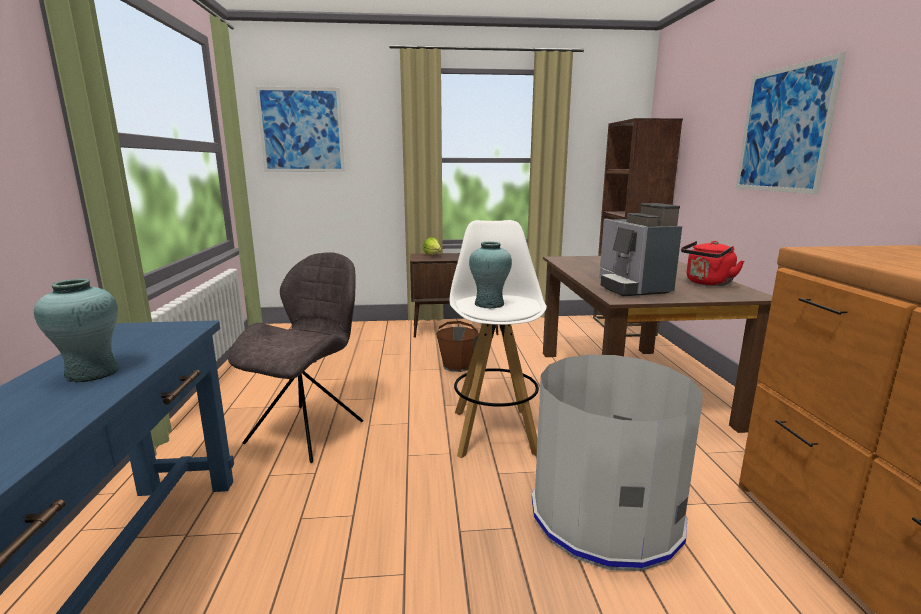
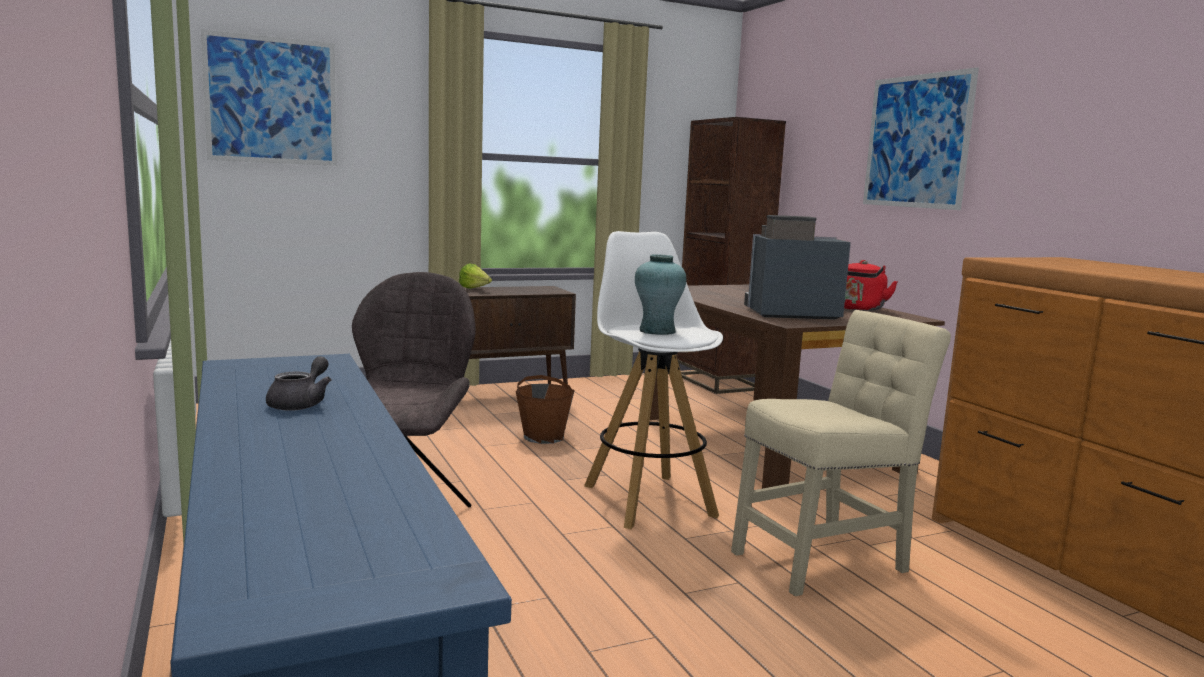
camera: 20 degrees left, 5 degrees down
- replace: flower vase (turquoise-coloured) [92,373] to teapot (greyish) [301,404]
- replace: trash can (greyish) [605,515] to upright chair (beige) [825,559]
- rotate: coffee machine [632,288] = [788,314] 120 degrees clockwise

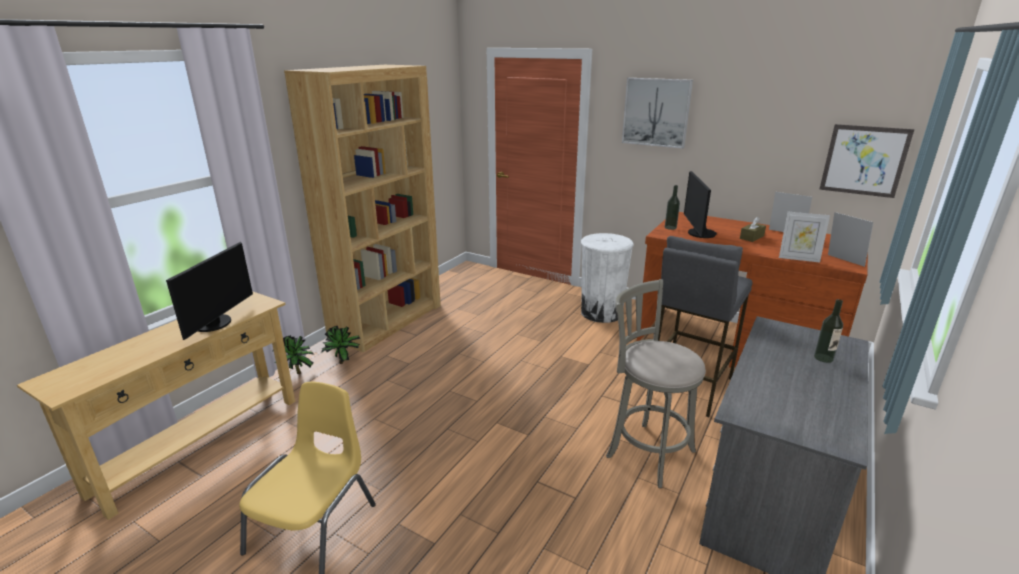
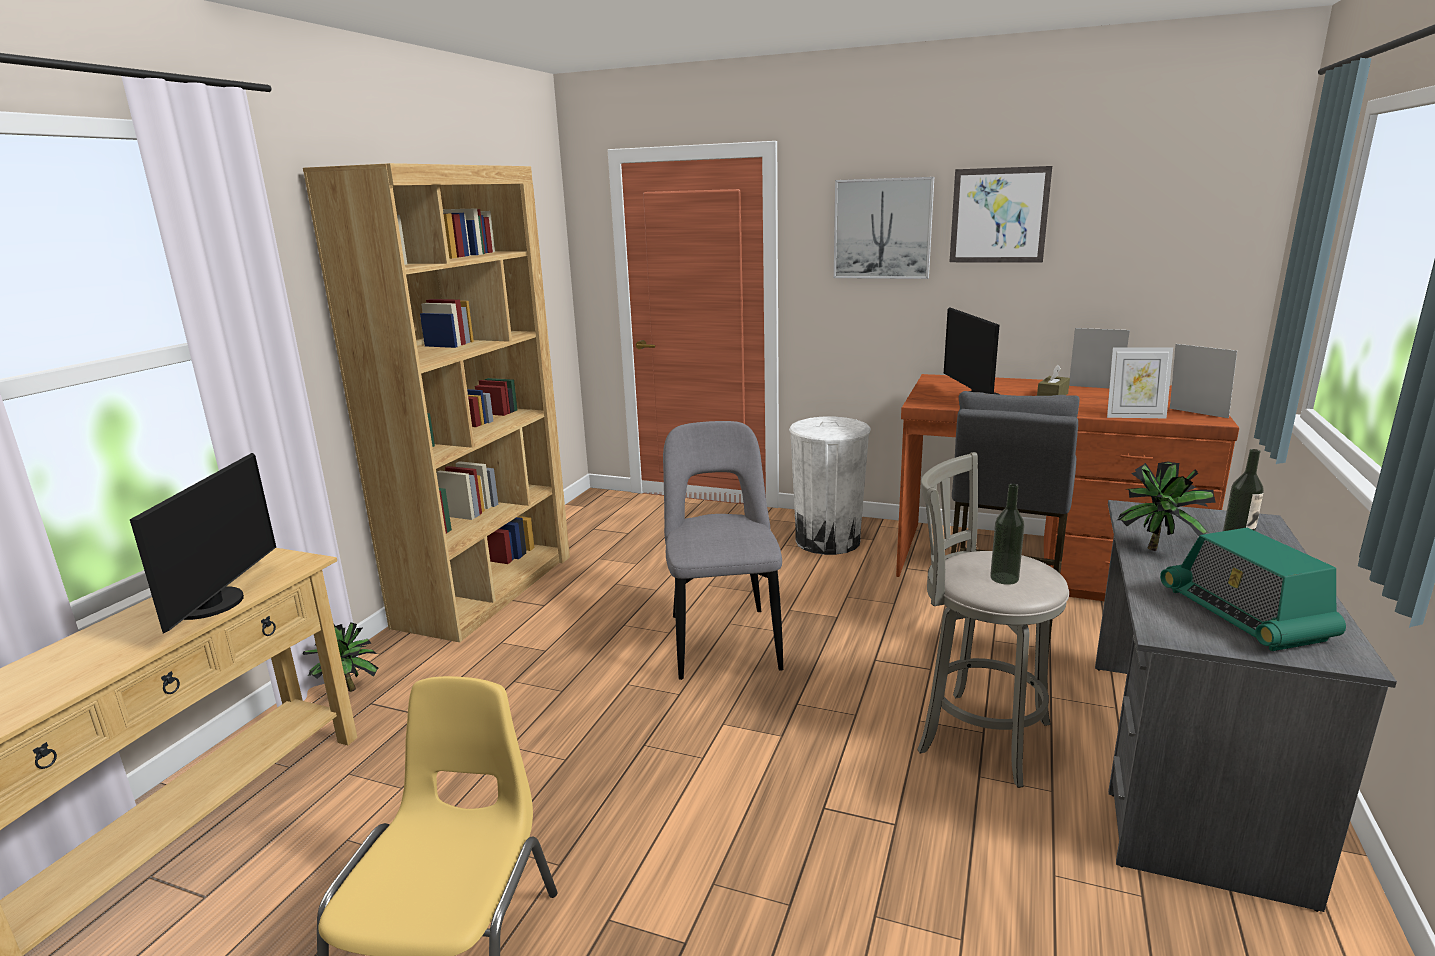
camera: 10 degrees left, 5 degrees down
- insert: upright chair (greyish) [723,639]
- insert: radio receiver [1244,615]
- move: houseplant [344,363] to [1158,549]
- move: beverage bottle [670,227] to [1004,578]
- move: wall art [864,160] to [999,215]

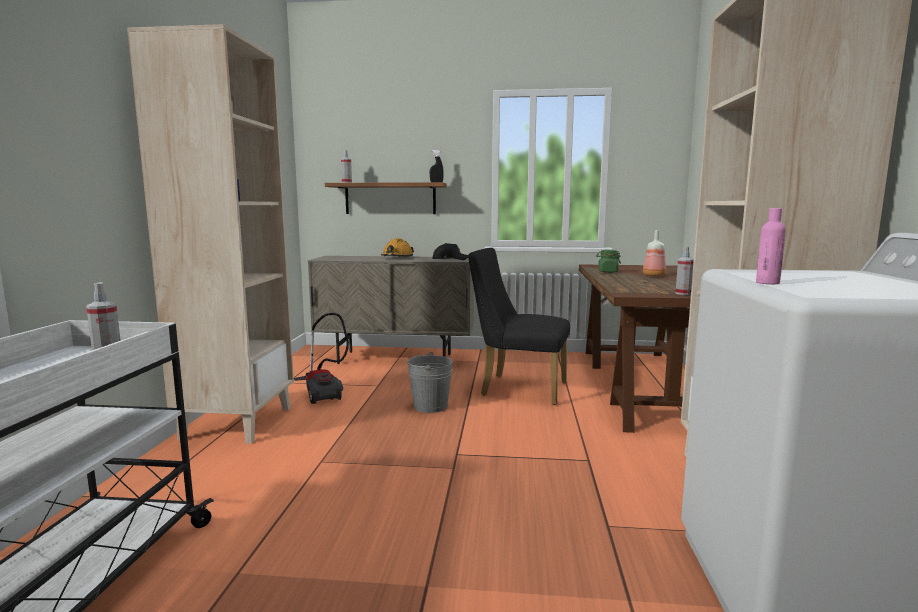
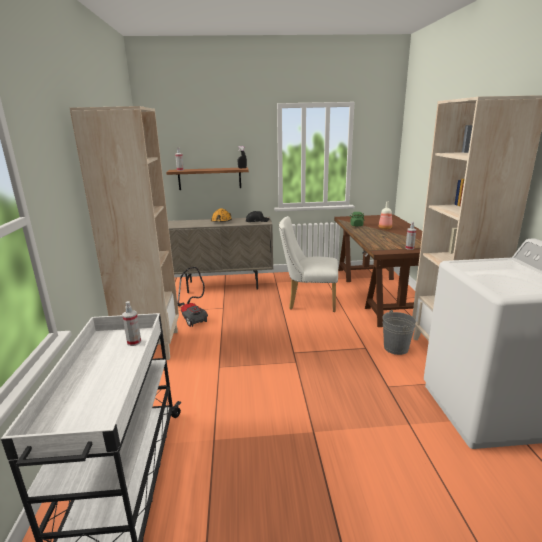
camera: 10 degrees left, 10 degrees up
- delete: beverage bottle (pink) [767,283]
- move: water bucket (greyish) [430,406] to [396,348]
- recolor: upright chair (black) [517,388] to upright chair (whitish) [308,302]

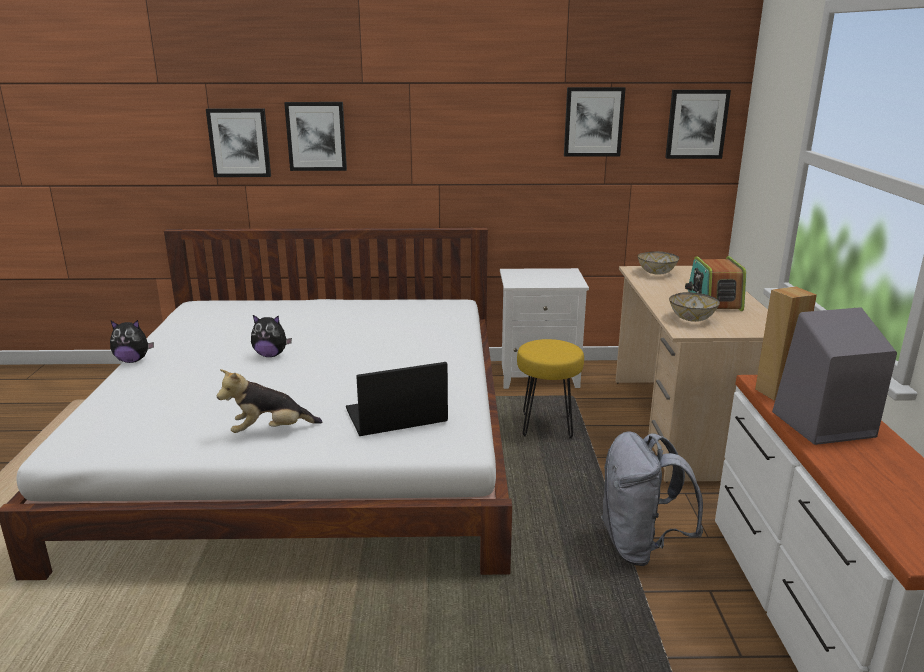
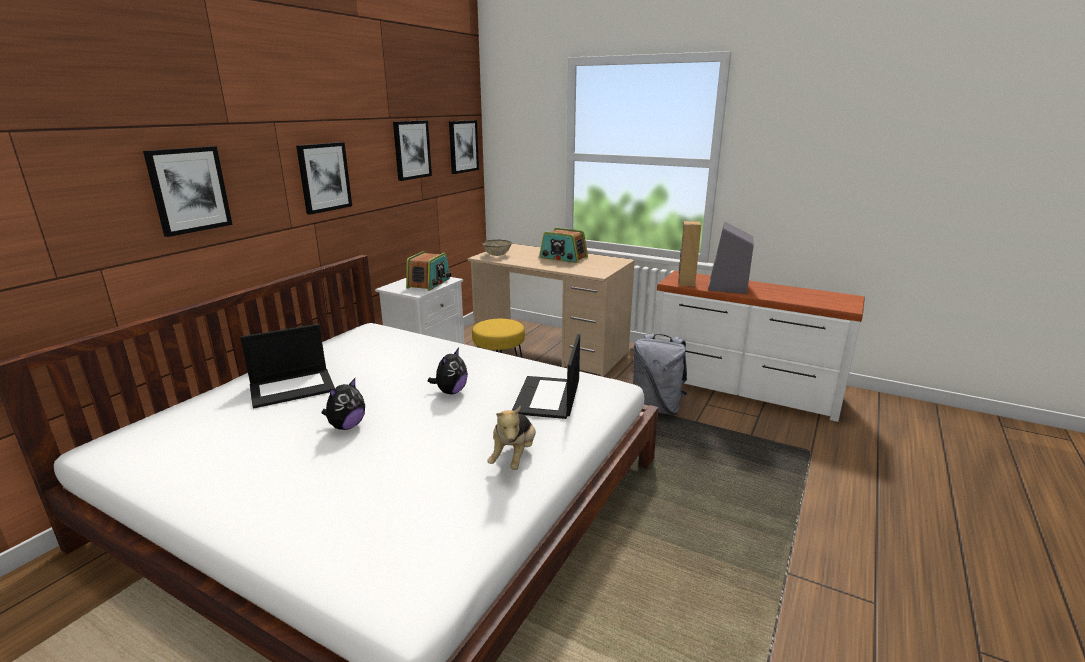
camera: 60 degrees left, 0 degrees up
- delete: deep dish [692,319]
- insert: notebook computer [293,387]
- insert: radio receiver [429,283]
- move: plush toy [133,360] to [451,391]
- move: wall art [239,142] to [324,177]

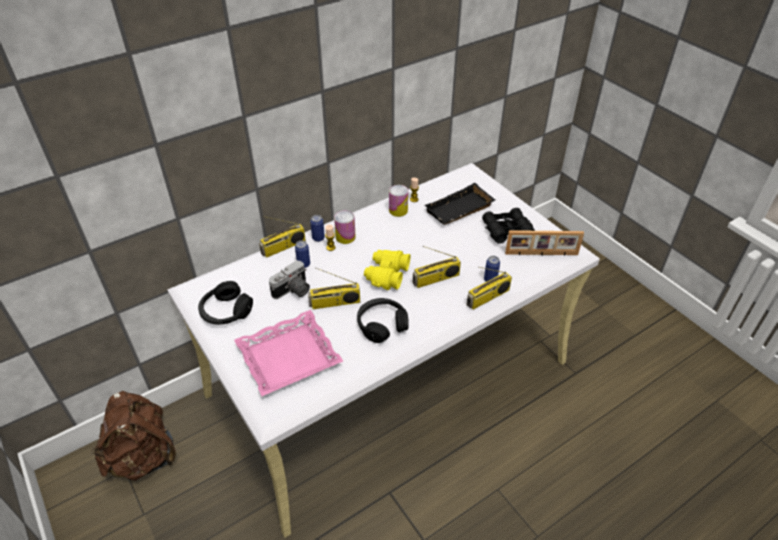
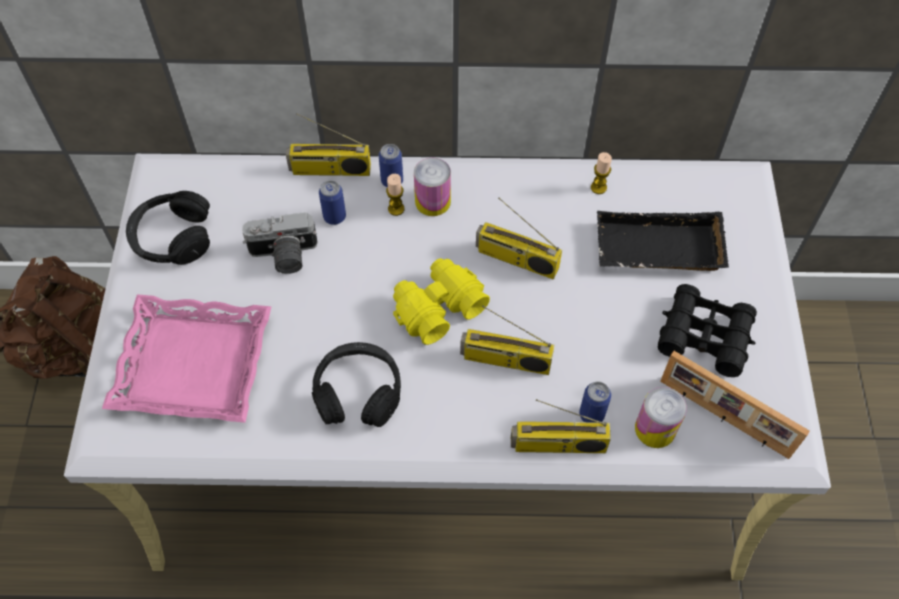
camera: 35 degrees right, 15 degrees up
- move: radio receiver [334,303] to [516,260]
- move: can [398,210] to [655,429]

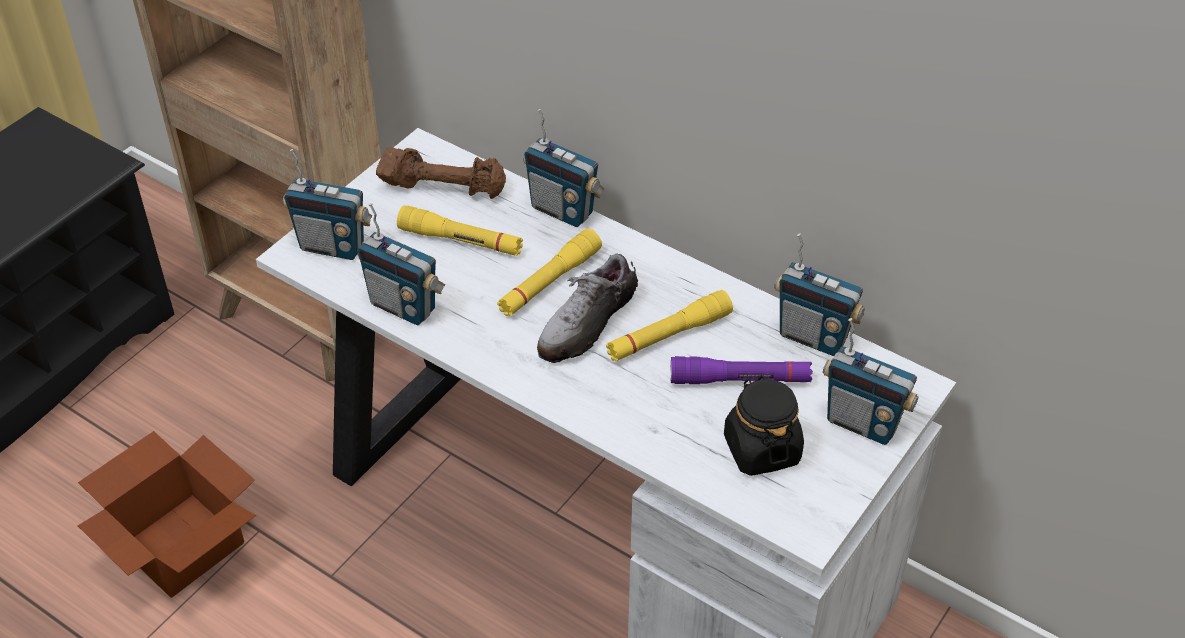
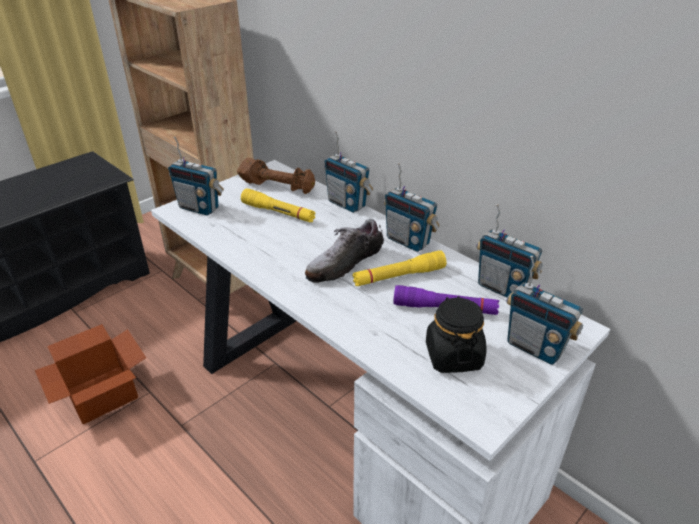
camera: 10 degrees right, 10 degrees down
- delete: flashlight (yellowish) [549,282]
- move: radio receiver [403,306] to [408,241]

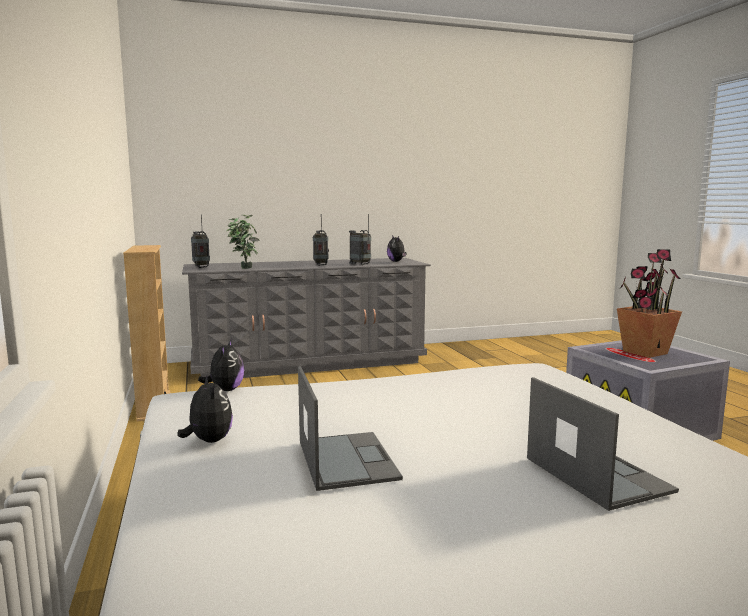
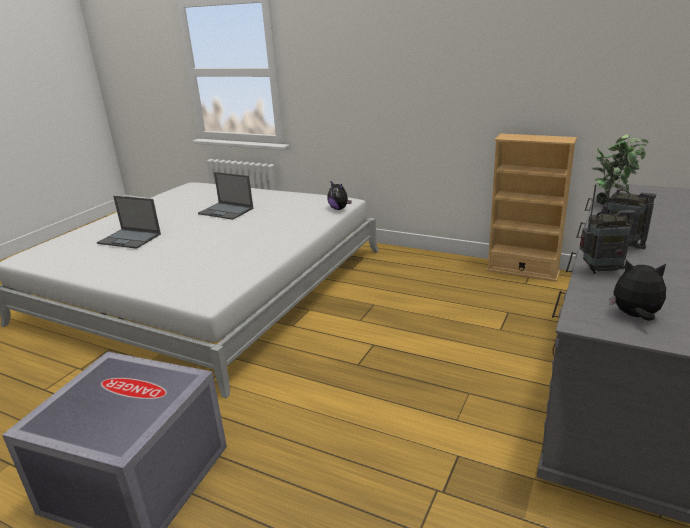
camera: 135 degrees right, 15 degrees up
- delete: plush toy [208,441]
- delete: radio receiver [201,267]
- delete: houseplant [644,352]

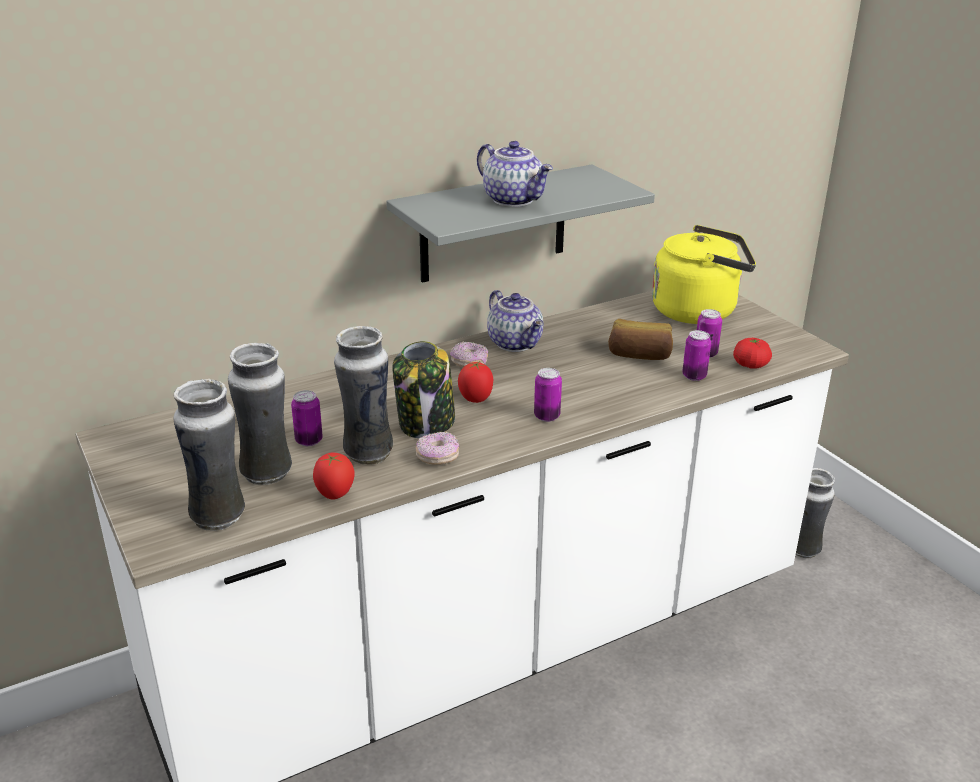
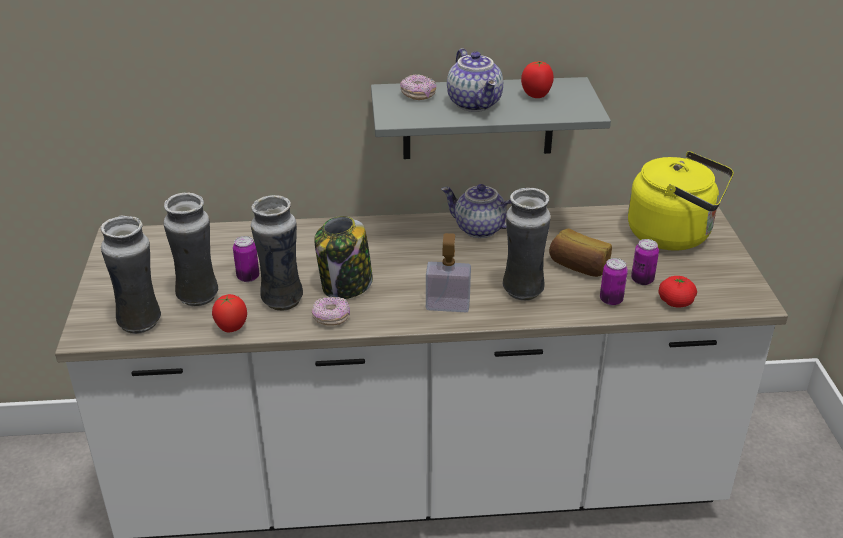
camera: 25 degrees right, 5 degrees up
- move: doughnut [469,363] to [418,95]
- move: fresh tomato [476,399] to [536,96]
- move: flower vase [803,550] to [522,291]
- replace: can [547,416] to liquid soap bottle [447,305]
- rotate: teapot [516,343] = [478,229] 120 degrees clockwise

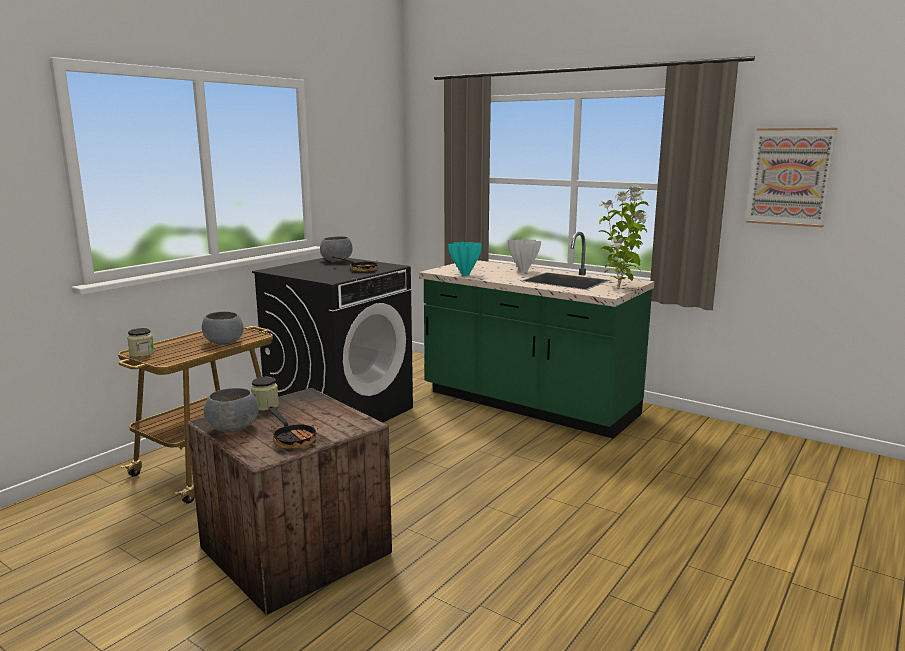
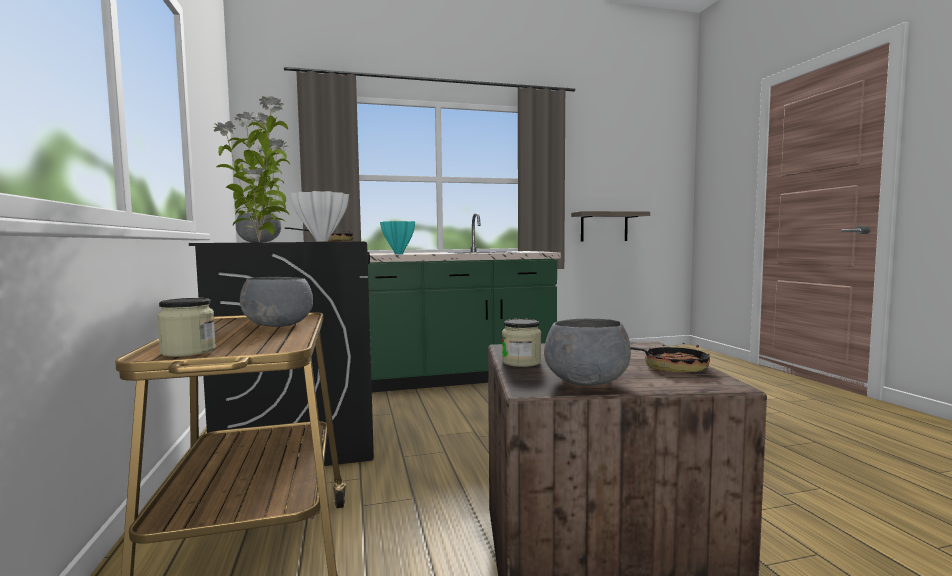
camera: 50 degrees left, 10 degrees down
- delete: wall art [790,177]
- insert: bracket shelf [604,227]
- move: flower vase (whitish) [524,271] to [323,241]
- move: houseplant [620,287] to [260,242]

